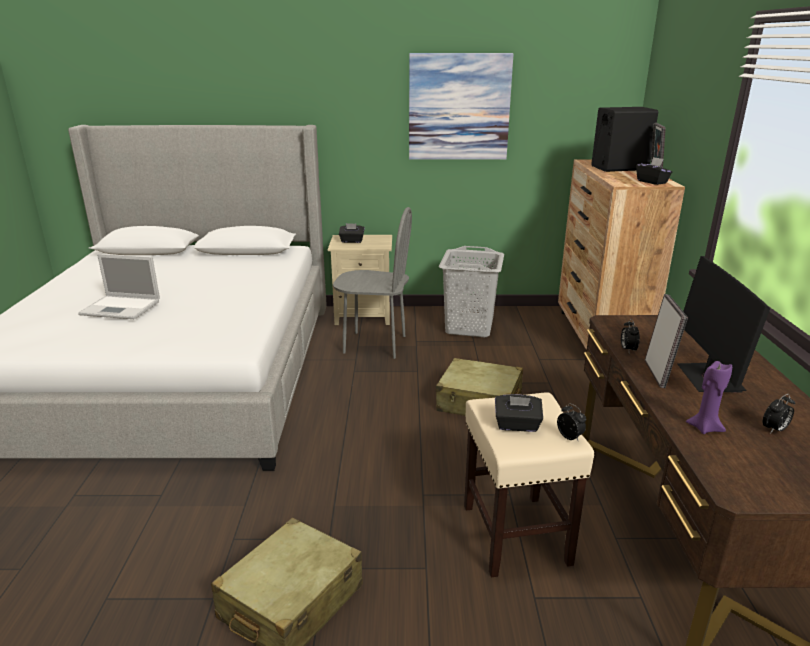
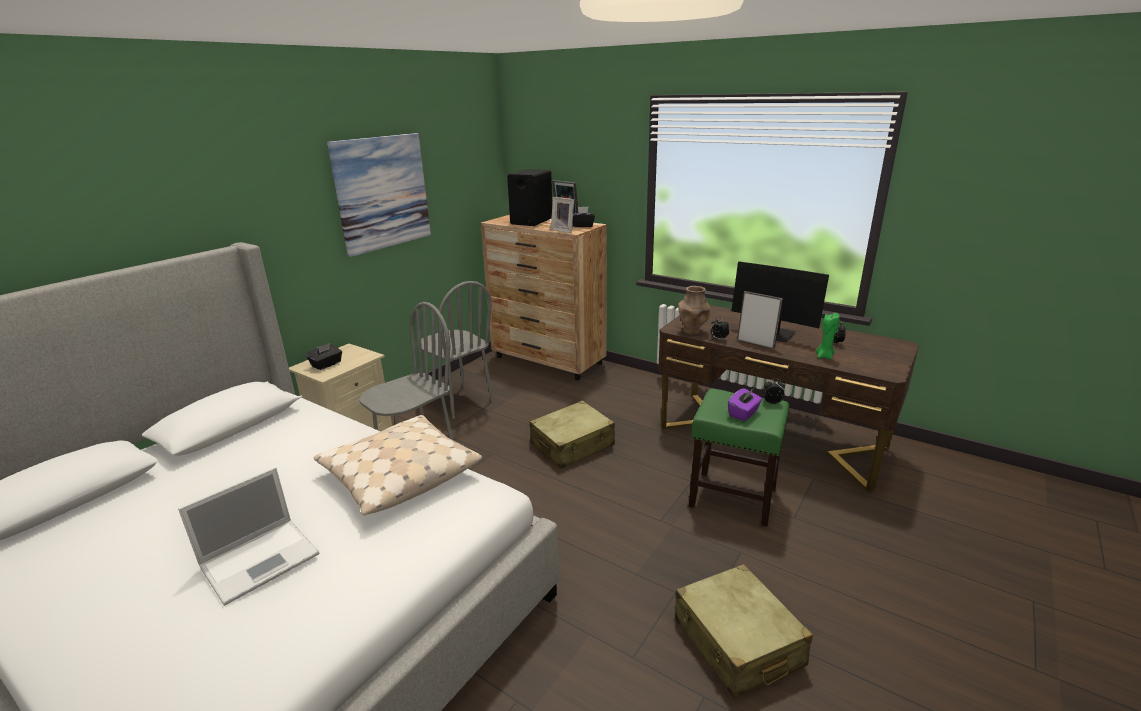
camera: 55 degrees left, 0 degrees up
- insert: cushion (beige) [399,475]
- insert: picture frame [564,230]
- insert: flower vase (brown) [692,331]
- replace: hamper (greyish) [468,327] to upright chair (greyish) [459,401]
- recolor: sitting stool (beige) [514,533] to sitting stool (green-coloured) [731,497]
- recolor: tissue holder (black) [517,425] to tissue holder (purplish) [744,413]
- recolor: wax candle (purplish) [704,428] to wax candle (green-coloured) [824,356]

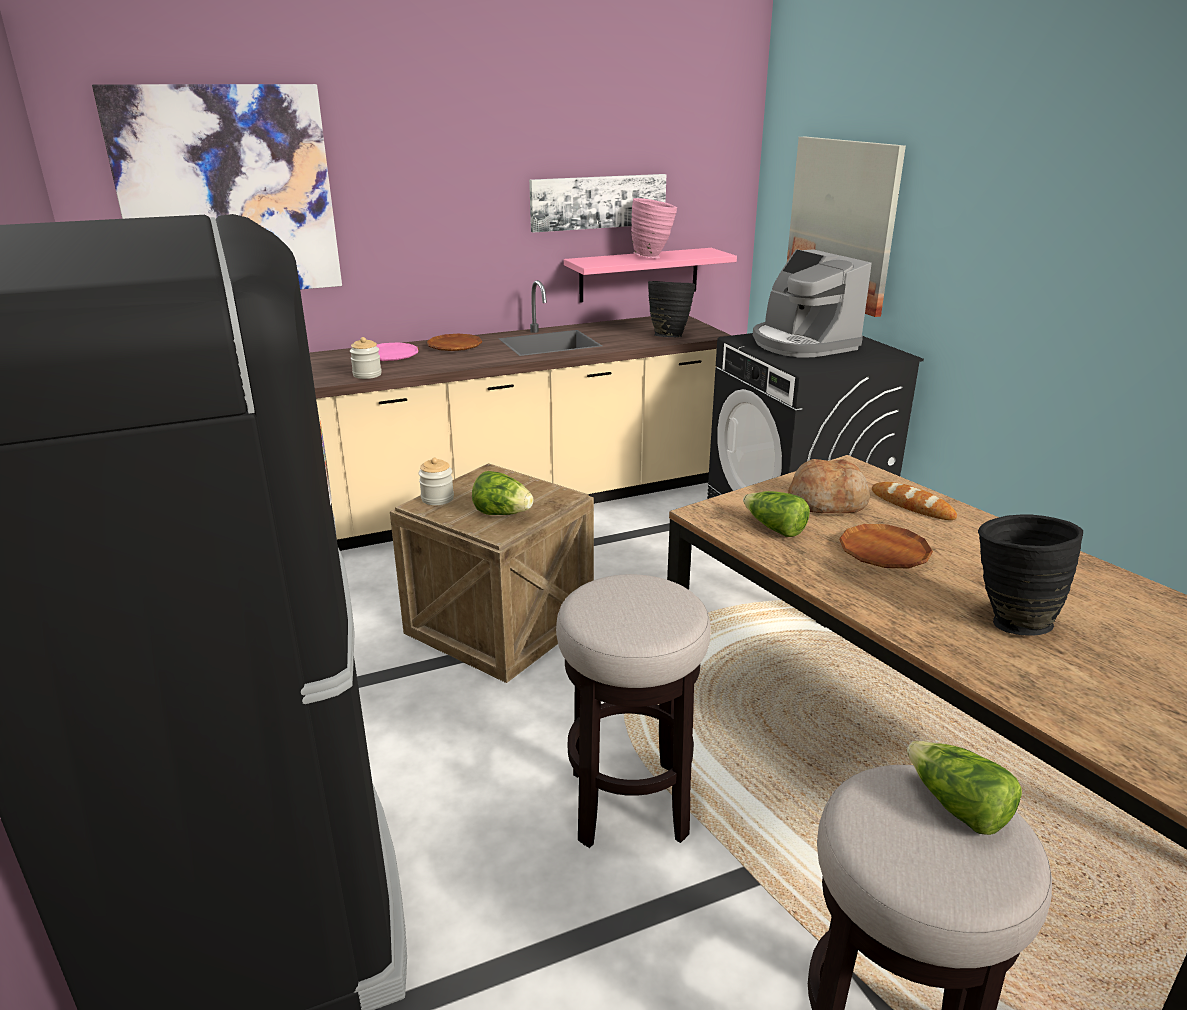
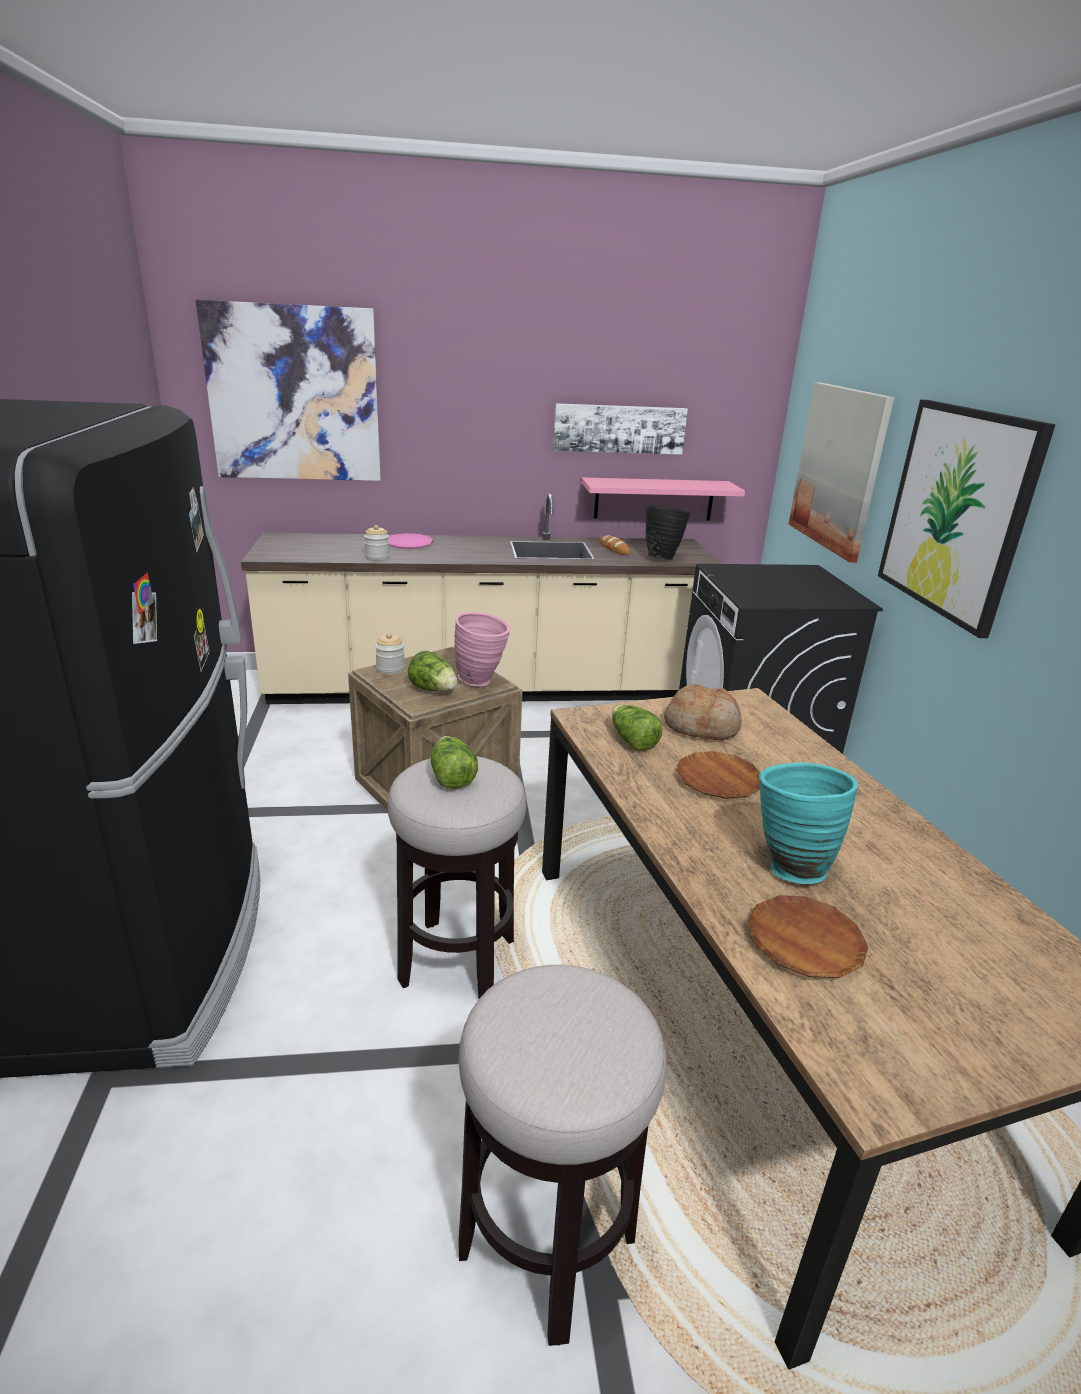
camera: 15 degrees right, 0 degrees up
- delete: coffee machine [802,344]
- insert: wall art [956,512]
- move: plate (brown) [454,346] to [804,942]
- move: flower vase (pink) [653,257] to [482,681]
- move: bread [912,505] to [614,548]
- move: head of lettuce [957,807] to [451,776]
- recolor: flower vase (black) [1007,621] to flower vase (turquoise-coloured) [788,865]

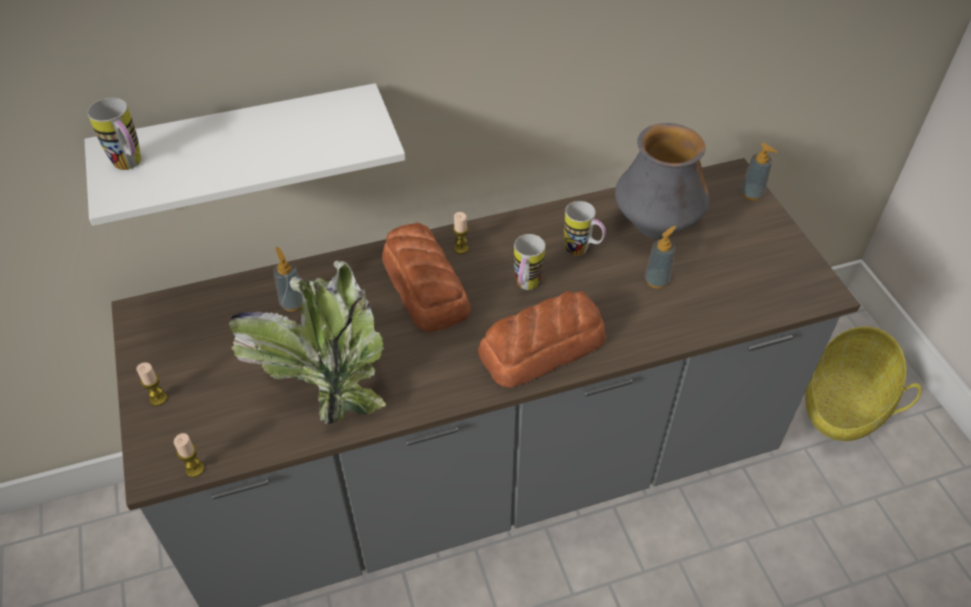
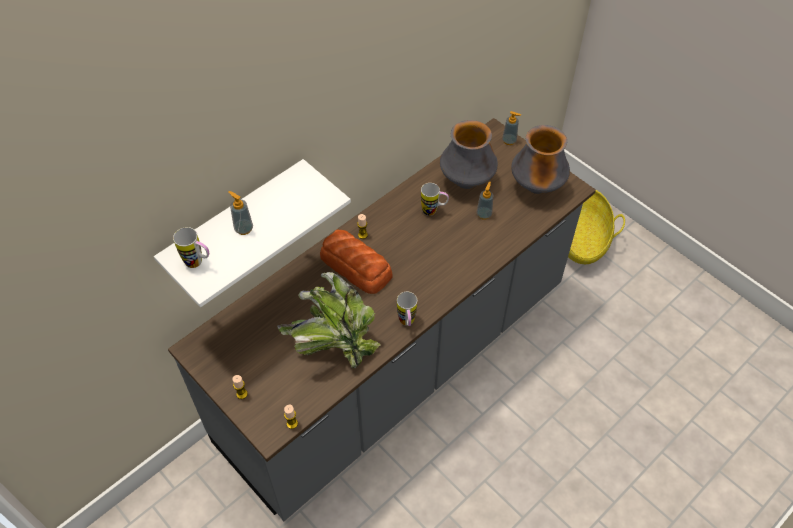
camera: 25 degrees left, 5 degrees up
- delete: bread [543,348]
- insert: flower vase [536,187]
- move: liquid soap bottle [292,303] to [243,228]
- move: tea mug [525,287] to [407,323]

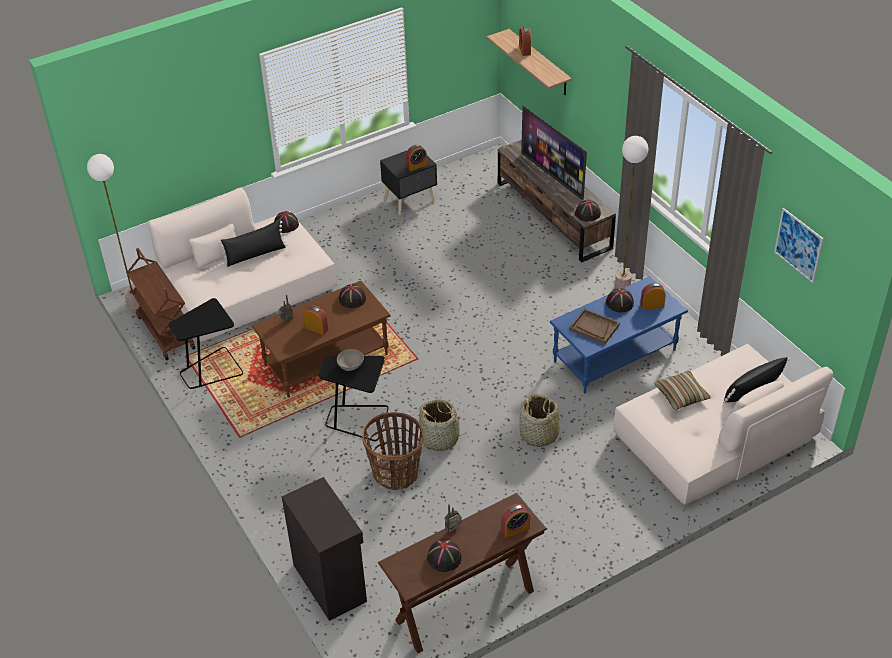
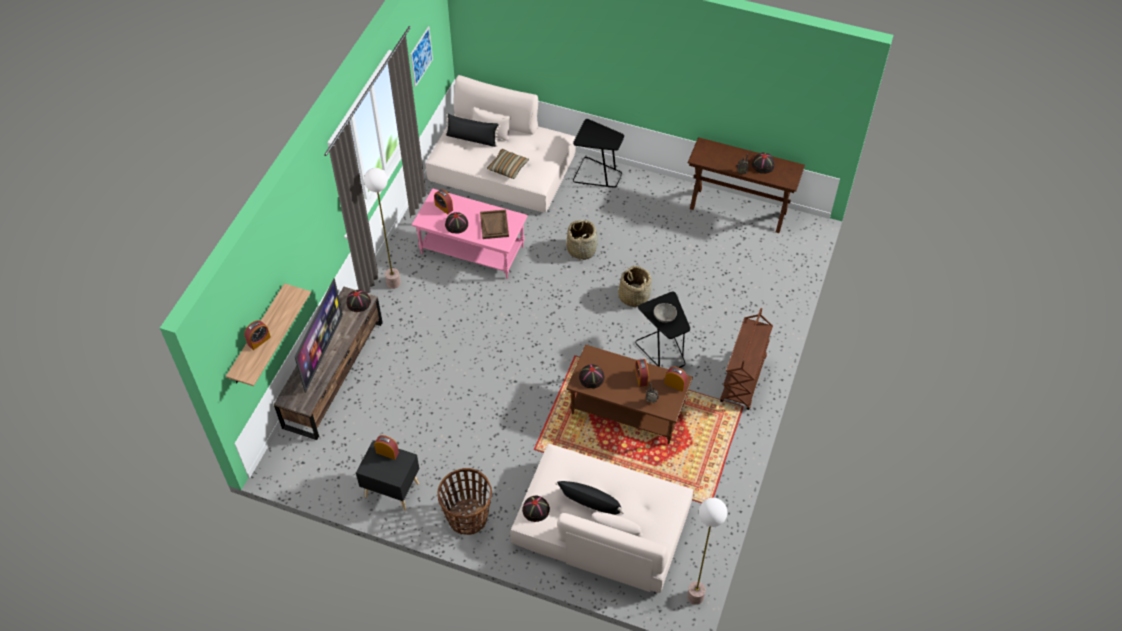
camera: 130 degrees left, 10 degrees up
- delete: cupboard (black) [330,582]
- move: wheeled cart (brown) [165,332] to [743,380]
- move: end table (black) [211,370] to [597,174]
- move: household basket [396,473] to [467,517]
- move: bedside clock [515,529] to [675,384]
- recolor: coffee table (blue) [615,357] to coffee table (pink) [473,249]

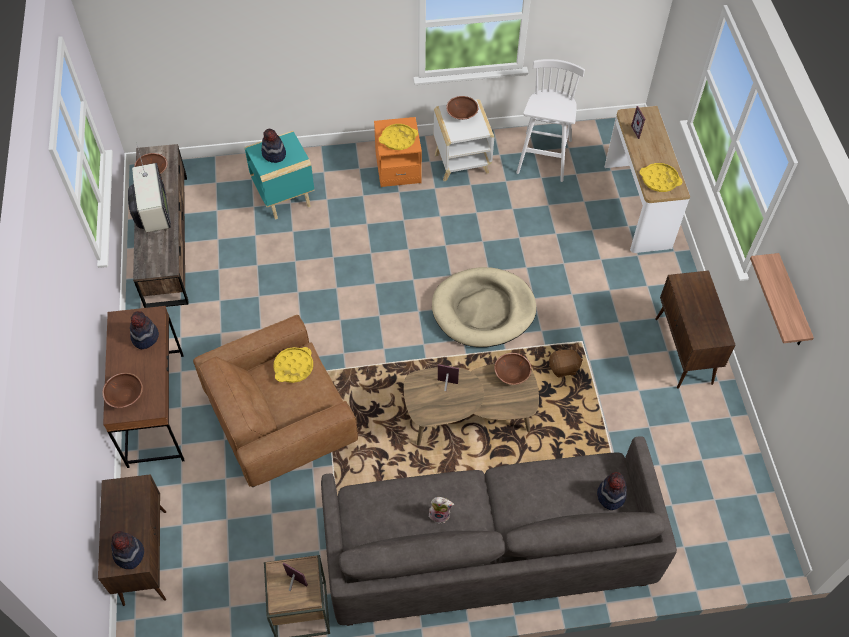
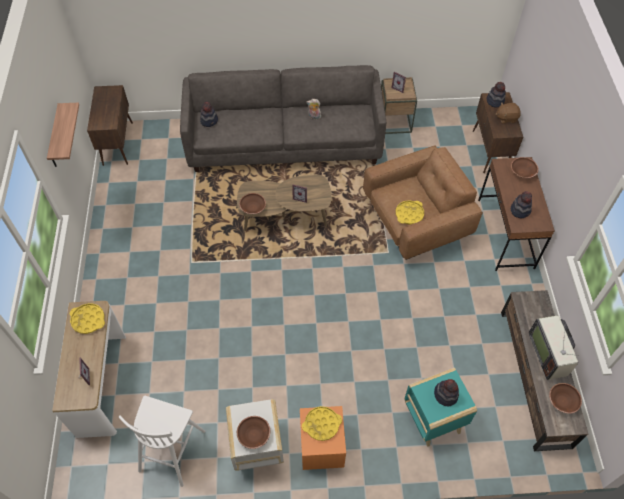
camera: 175 degrees left, 0 degrees up
- delete: dog cushion (beige) [483,310]
- move: plush toy (brown) [564,368] to [506,118]
- move: cupboard (brown) [683,352] to [118,143]

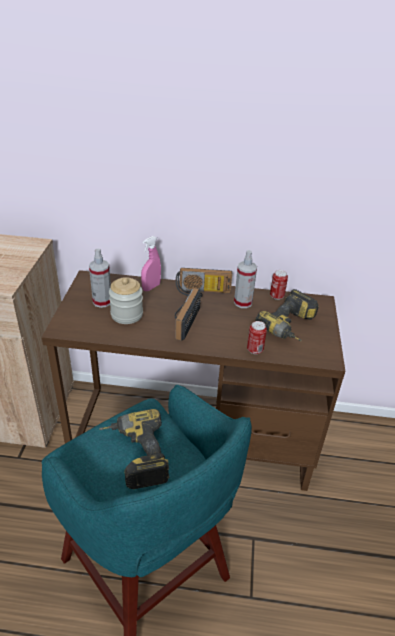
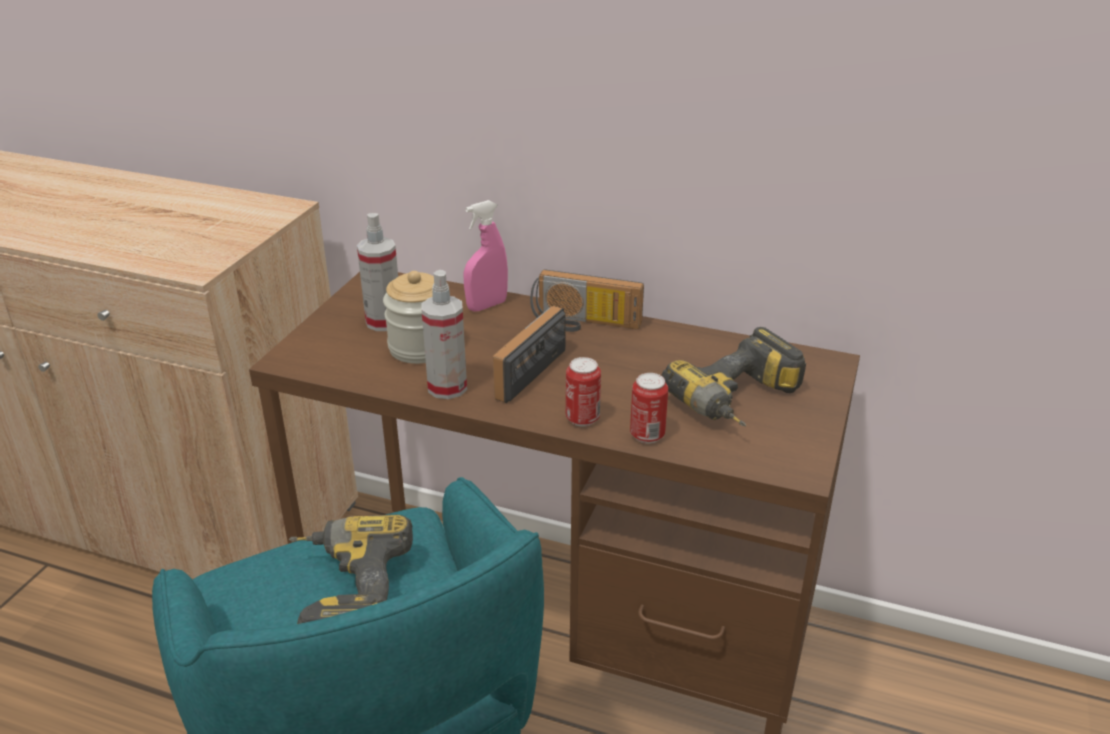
camera: 15 degrees right, 5 degrees down
- move: hand sprayer [243,302] to [447,387]
- move: can [277,296] to [582,419]

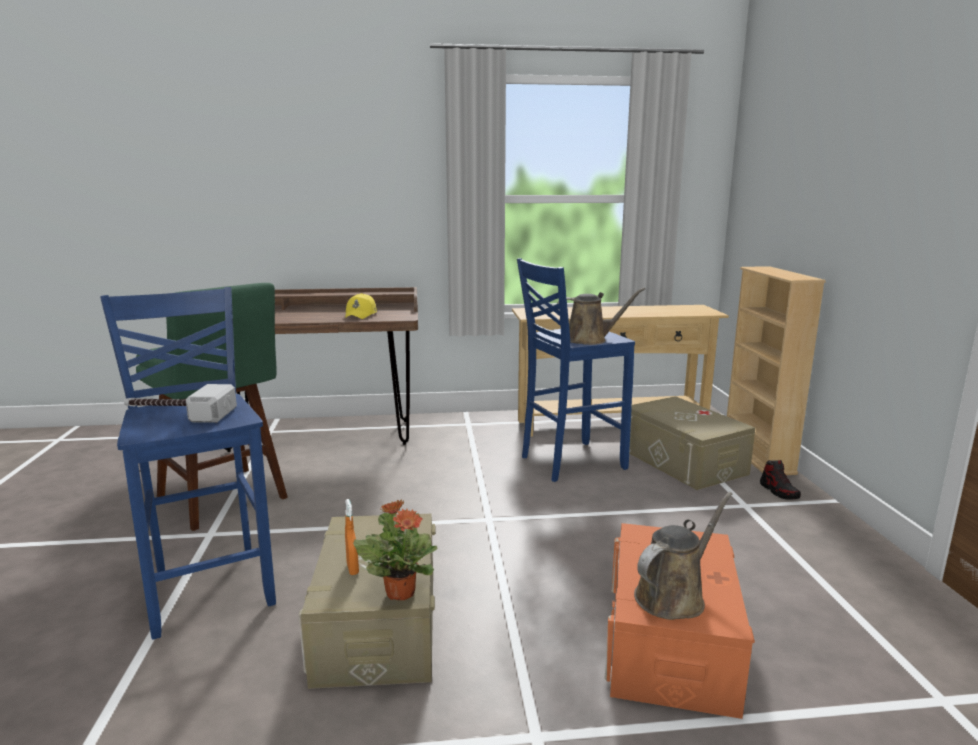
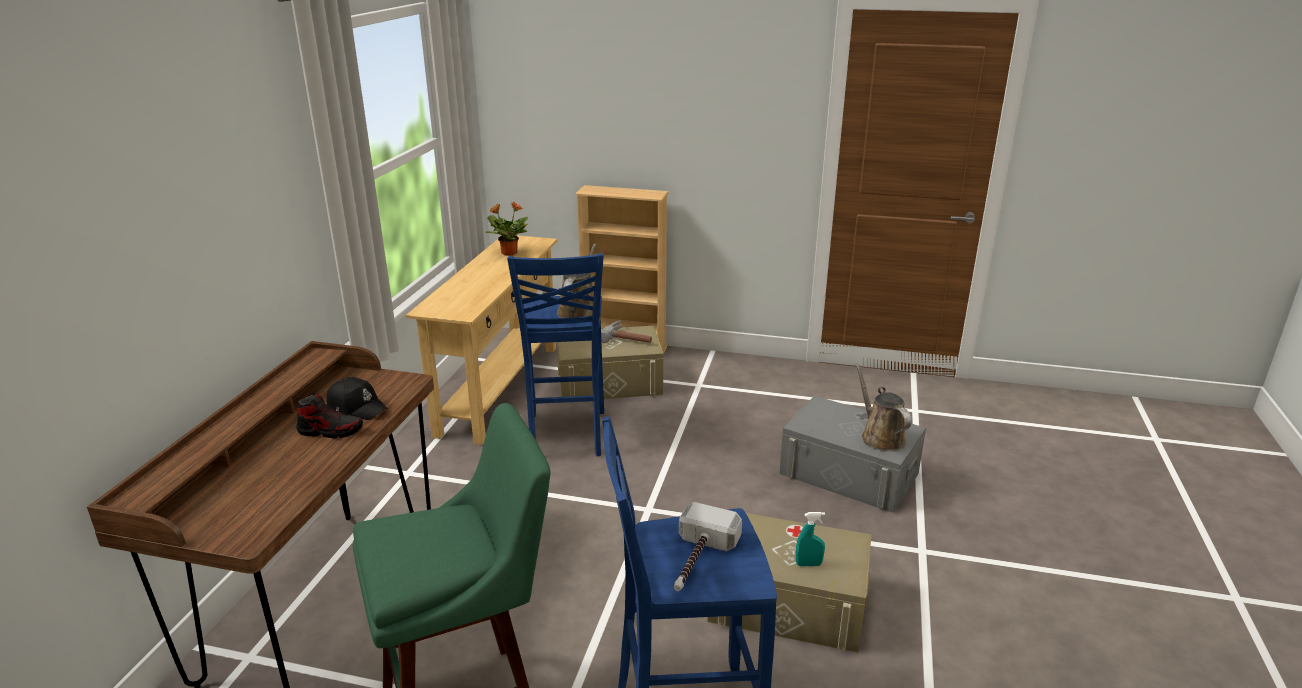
camera: 70 degrees left, 10 degrees up
- insert: hammer [629,338]
- move: houseplant [400,592] to [508,253]
- move: item of footwear [779,491] to [331,431]
- recolor: hand sprayer (orangey) [352,569] to hand sprayer (turquoise-coloured) [808,564]
- recolor: baseball cap (yellowish) [361,315] to baseball cap (black) [357,407]
- recolor: storage bin (orangey) [671,642] to storage bin (greyish) [849,473]

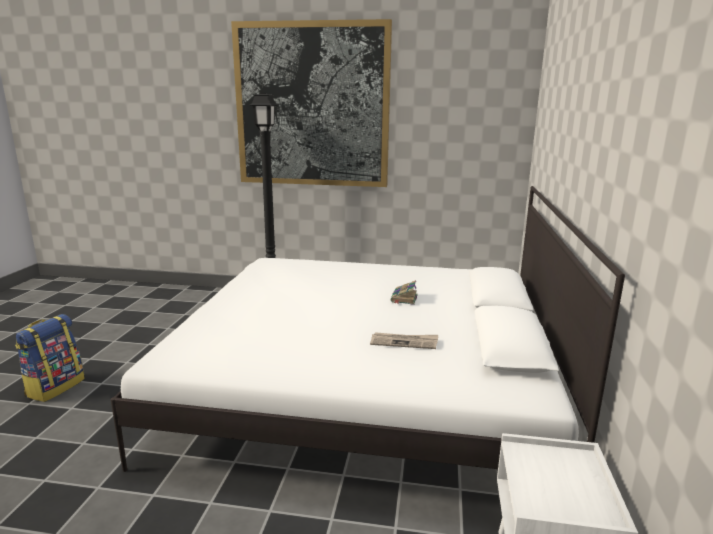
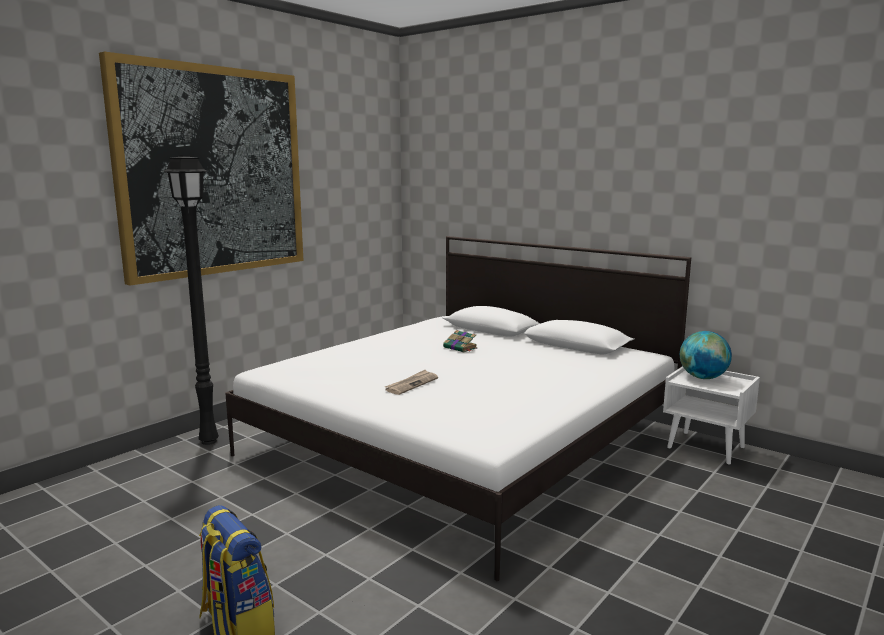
camera: 60 degrees left, 5 degrees down
- insert: desk globe [703,378]
- move: newspaper [404,342] to [411,384]

